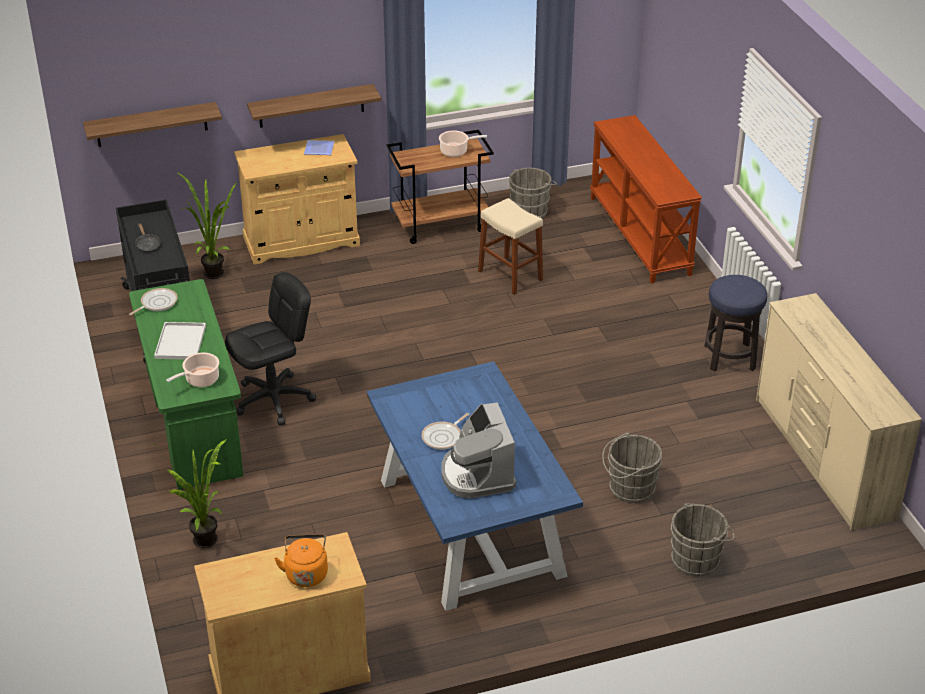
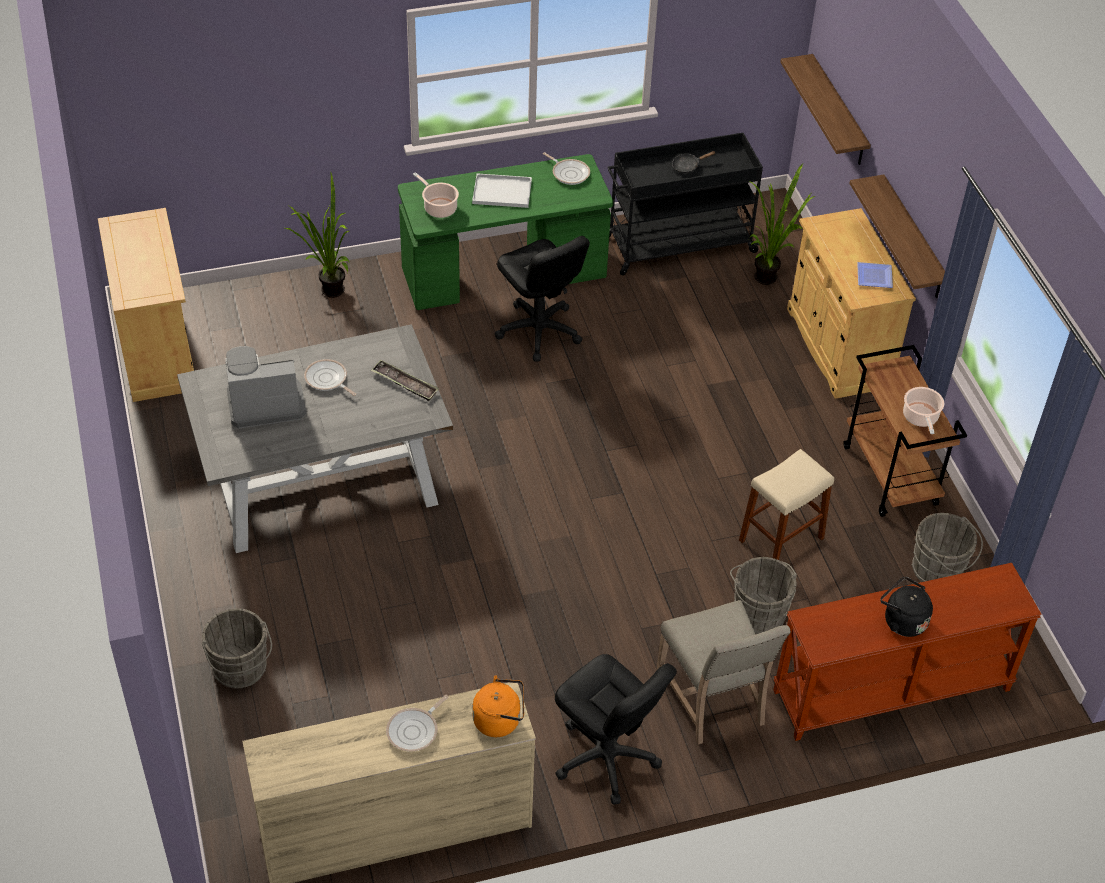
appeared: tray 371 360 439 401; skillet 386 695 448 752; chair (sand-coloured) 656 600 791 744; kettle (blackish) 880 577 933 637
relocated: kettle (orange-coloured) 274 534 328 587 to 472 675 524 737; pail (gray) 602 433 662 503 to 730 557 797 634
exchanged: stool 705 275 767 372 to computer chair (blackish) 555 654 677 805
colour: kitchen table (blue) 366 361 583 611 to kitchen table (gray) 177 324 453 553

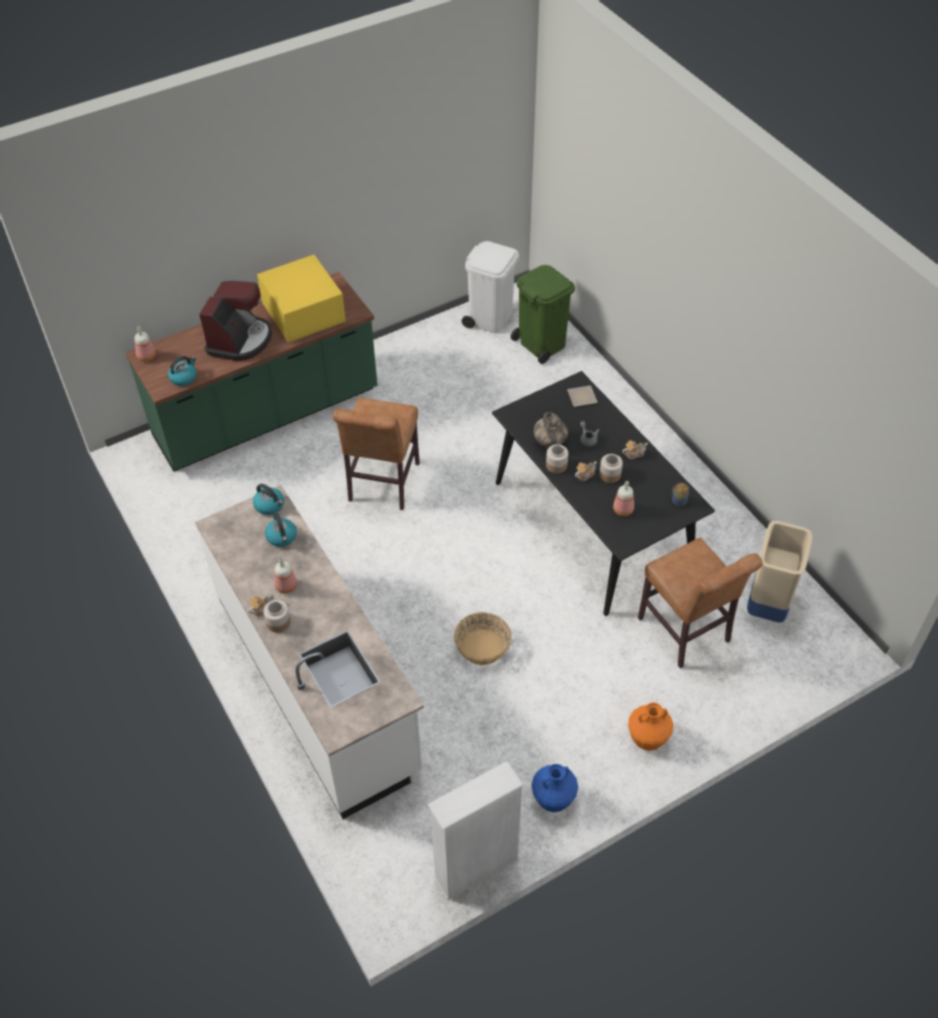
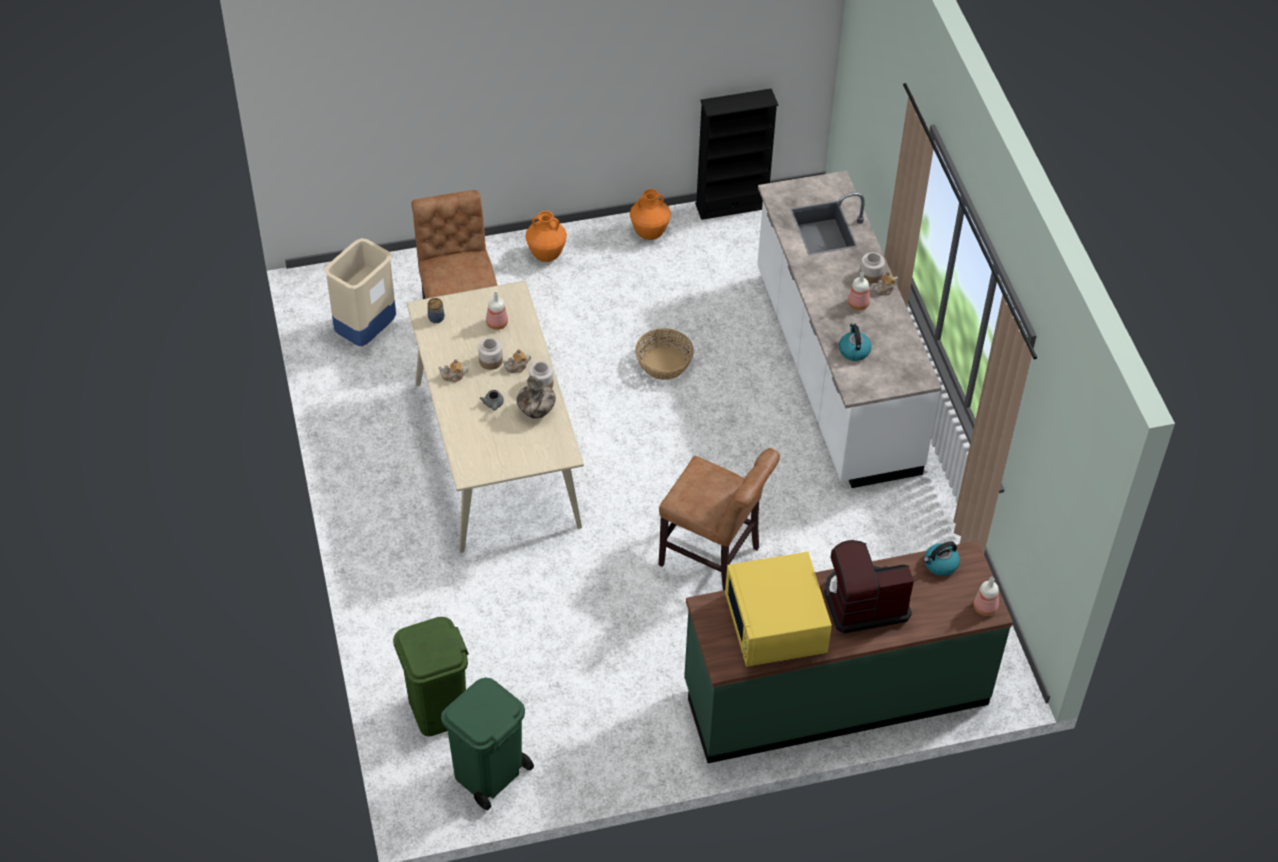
missing: kettle 253 484 284 515; flat dish 567 385 598 407
colour: kitchen table (blackish) 492 371 715 616 to kitchen table (sand-coloured) 407 281 584 553; rubbish bin (white) 462 241 519 333 to rubbish bin (greenish) 441 678 534 810; decorative vase (blue) 532 764 578 812 to decorative vase (orange-coloured) 630 189 671 240; bookshelf (white) 428 761 523 900 to bookshelf (blackish) 695 88 778 220
spun: chair (brown) 333 398 420 510 = 659 448 780 590 90 degrees clockwise; coffee brewer 199 281 272 361 = 824 540 914 634 45 degrees clockwise

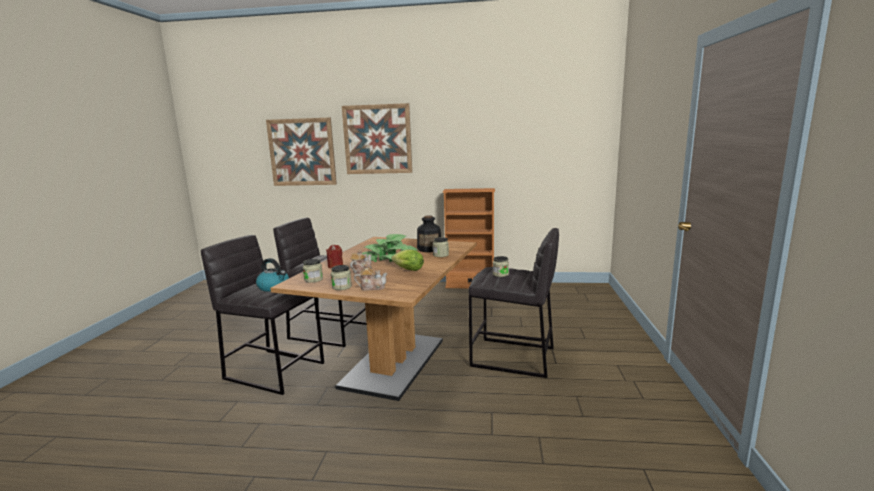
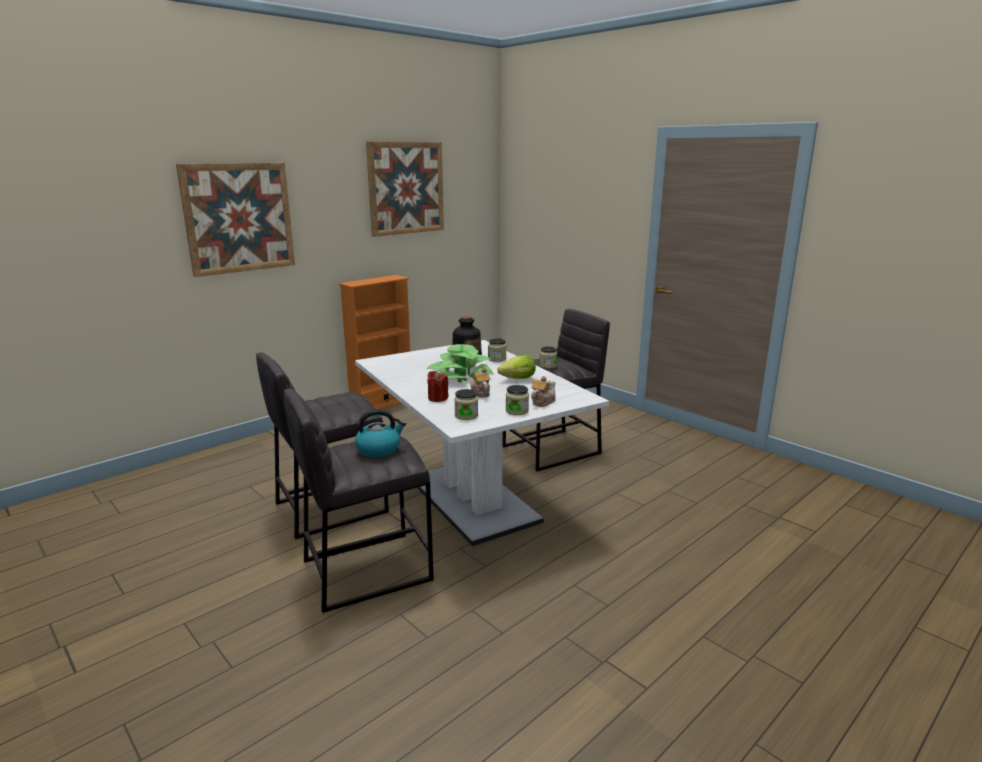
relocated: wall art 266 118 337 186 to 366 141 444 237
colour: kitchen table (brown) 270 237 476 401 to kitchen table (white) 355 340 609 546

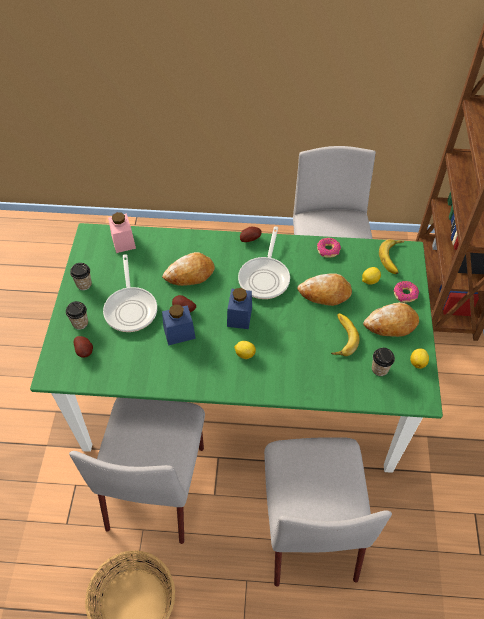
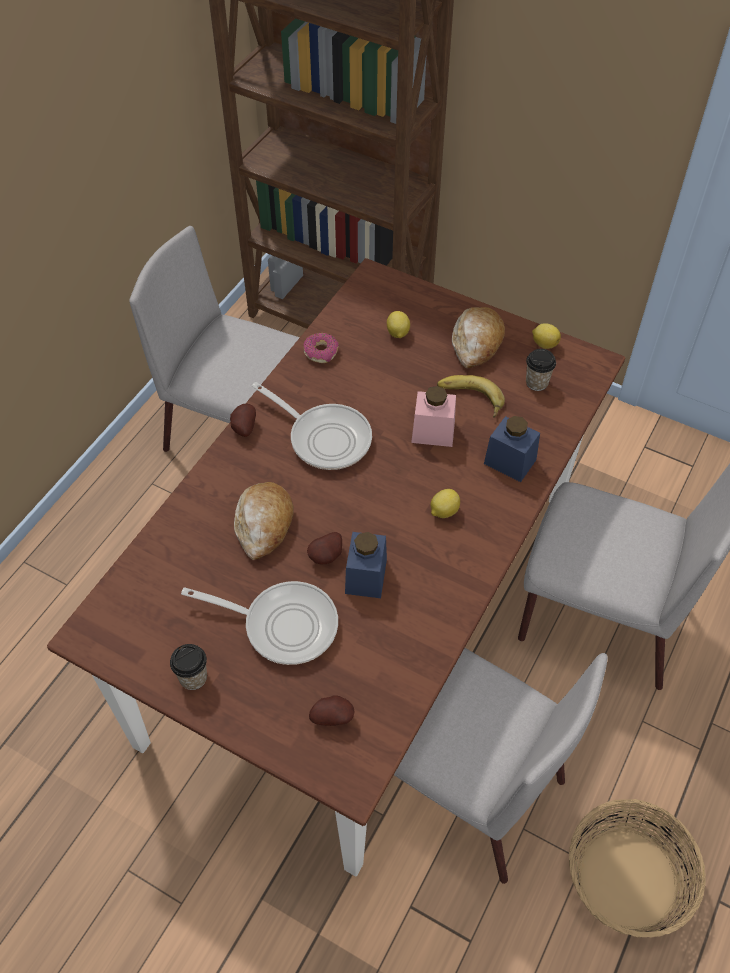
missing: cup 66 301 88 330; bakery bread 297 273 352 306; banana fruit 379 239 405 274; ring doughnut 393 281 419 302
relocated: jar (pink) 108 212 136 253 to 411 386 456 447; jar (blue) 227 288 252 329 to 484 416 540 482
colour: kitchen table (greenish) 30 223 443 473 to kitchen table (brown) 47 258 625 877

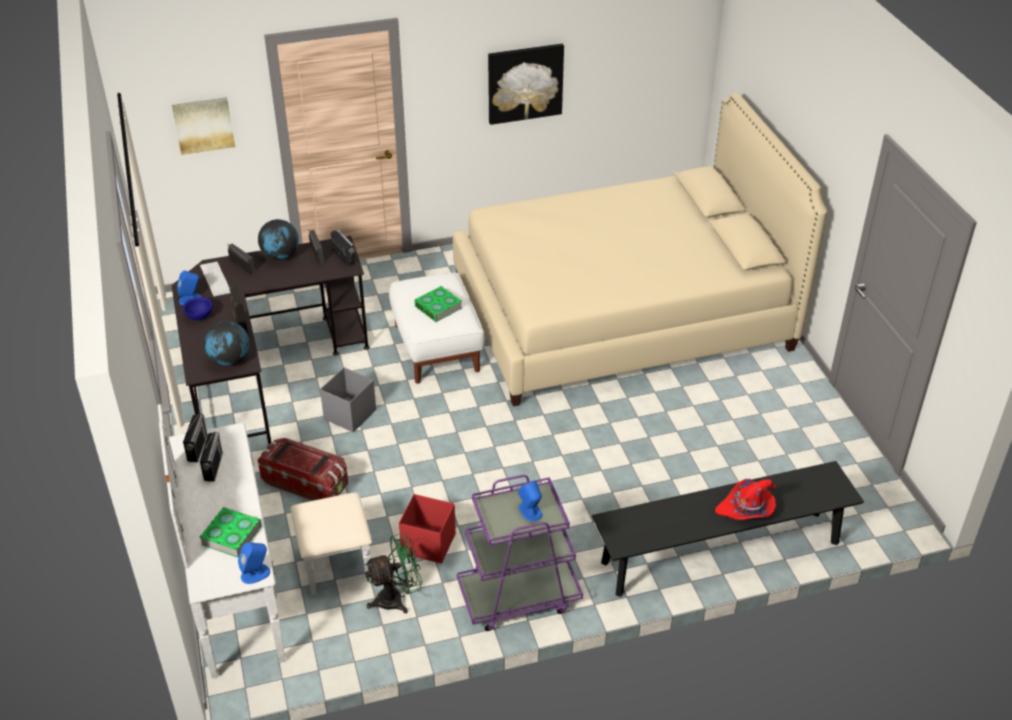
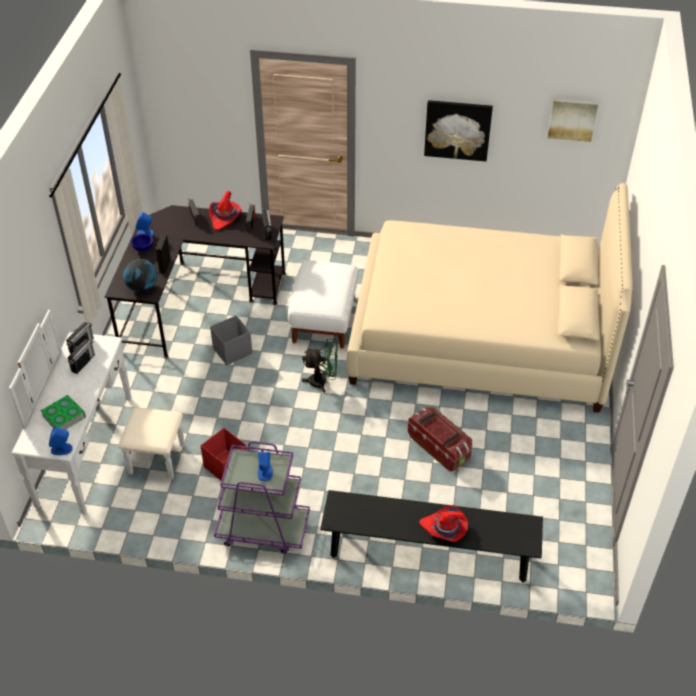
missing: PC keyboard 200 262 231 296; book 414 286 462 322
relocated: fan (greenish) 365 533 423 613 to 302 339 338 393; storage container 258 438 348 501 to 408 407 472 472; wall art 172 97 235 155 to 548 99 598 142
exchanged: desk globe 258 219 299 260 to wearable hat (red-coloured) 209 191 242 230

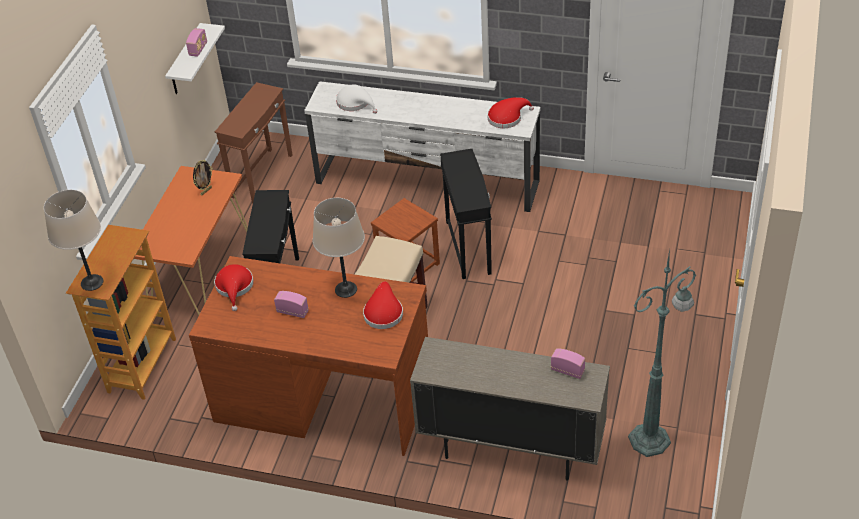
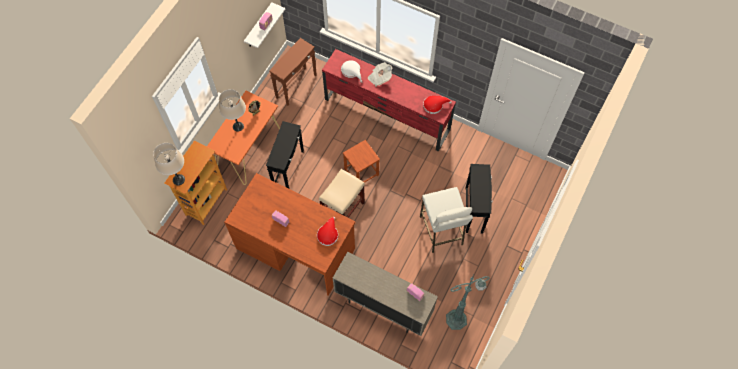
missing: wearable hat (red-coloured) 214 264 254 311
appeared: newspaper 368 62 393 86; stool (white) 420 187 473 253
relocated: tabletop lamp (sand-coloured) 313 198 365 298 to 219 89 246 132; accent table (blackish) 440 149 492 279 to 465 164 492 234
colour: tv stand (white) 304 81 540 212 to tv stand (red-coloured) 322 49 456 152

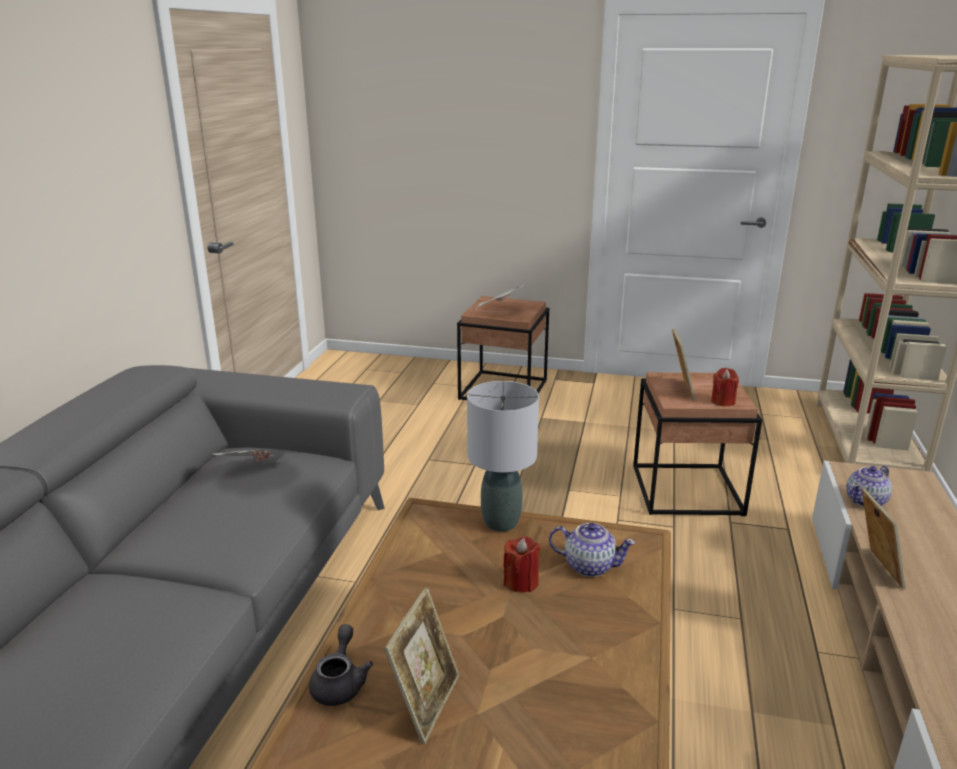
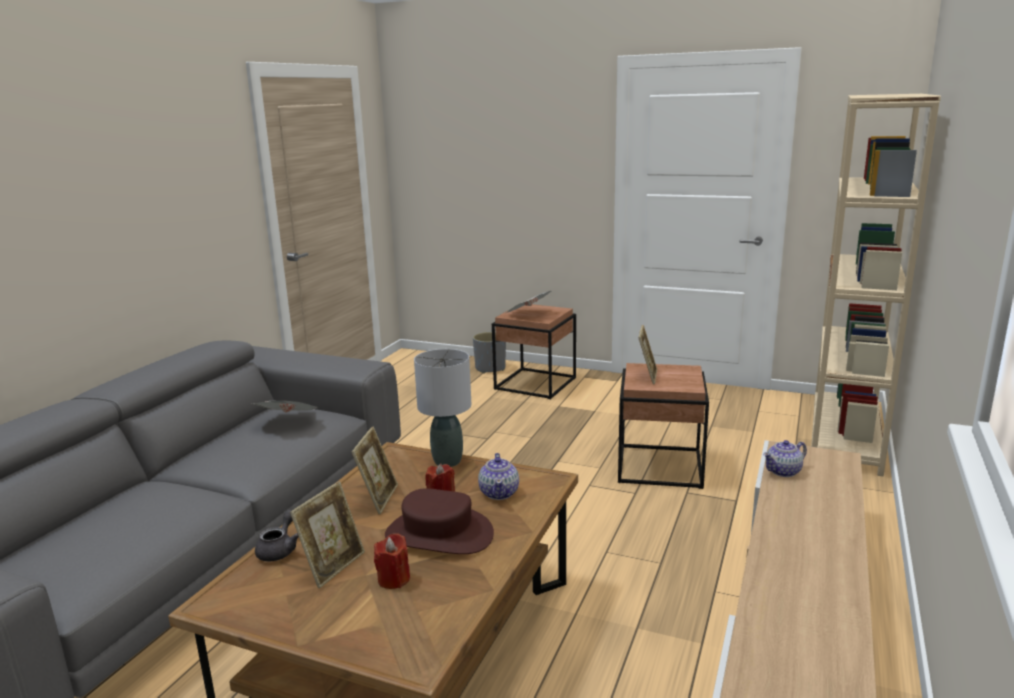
appeared: wearable hat (brown) 385 488 494 554; plant pot (gray) 473 332 506 374
relocated: picture frame 861 488 906 589 to 352 427 398 514; wax light (red-coloured) 711 368 739 406 to 374 533 410 589
spun: pot for tea 549 523 636 577 = 478 453 519 500 60 degrees clockwise

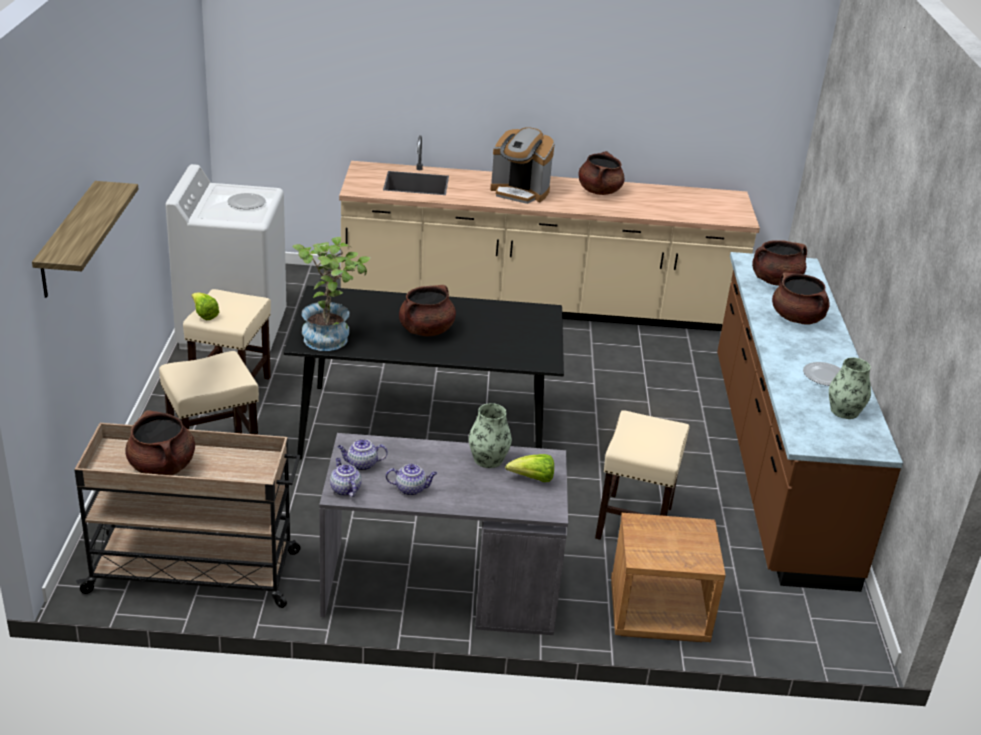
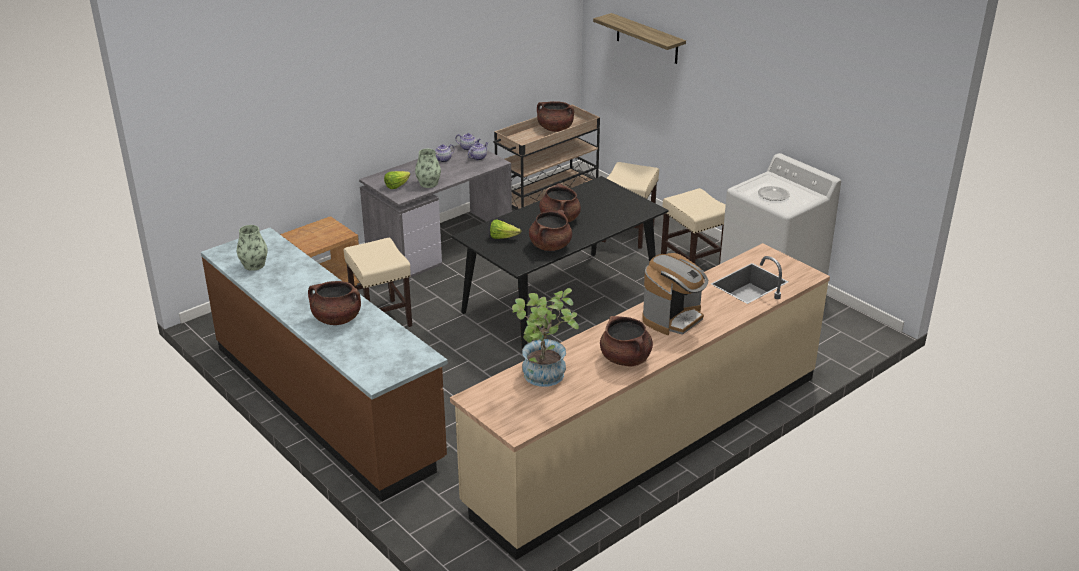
missing: flat dish 803 362 841 386
relocated: lettuce head 191 293 219 320 to 490 219 521 239; houseplant 292 237 370 351 to 512 288 579 387; cooking pot (brown) 752 240 807 286 to 529 210 572 251
spun: coffee brewer 490 127 555 204 = 642 253 708 335 150 degrees clockwise

